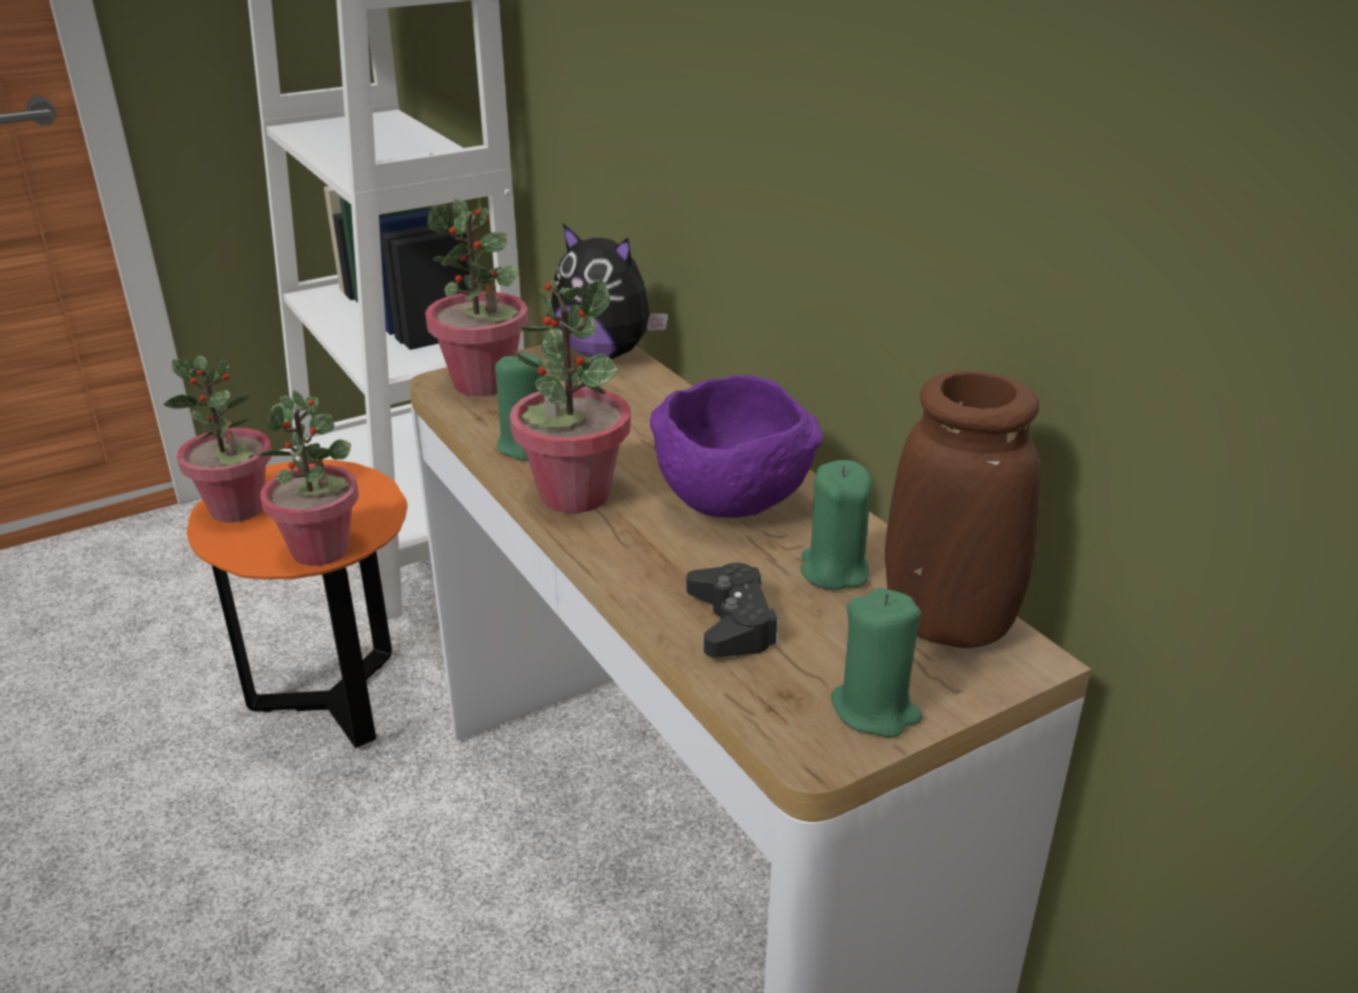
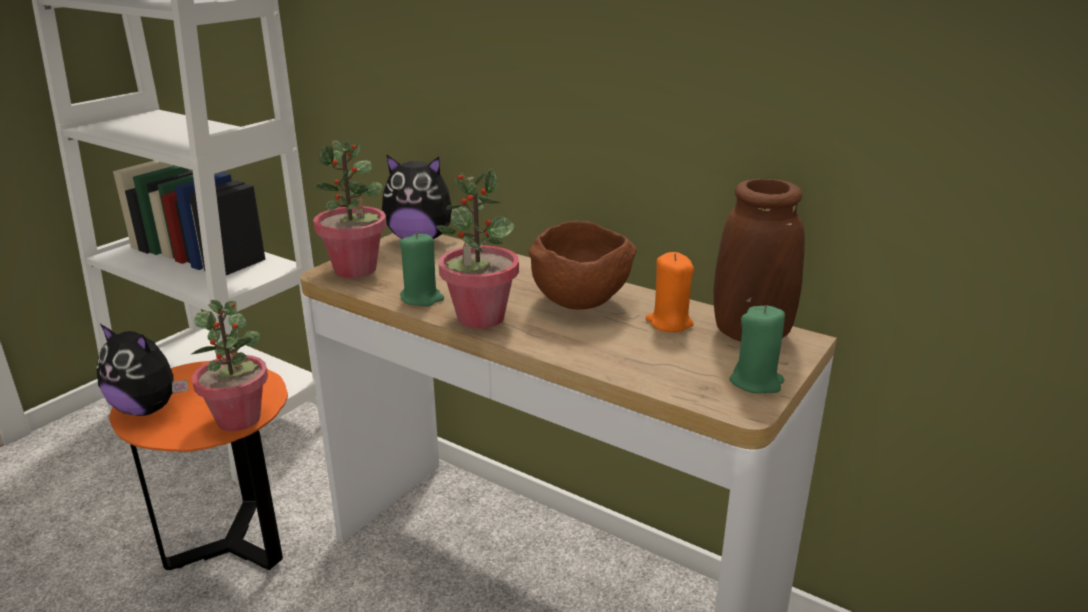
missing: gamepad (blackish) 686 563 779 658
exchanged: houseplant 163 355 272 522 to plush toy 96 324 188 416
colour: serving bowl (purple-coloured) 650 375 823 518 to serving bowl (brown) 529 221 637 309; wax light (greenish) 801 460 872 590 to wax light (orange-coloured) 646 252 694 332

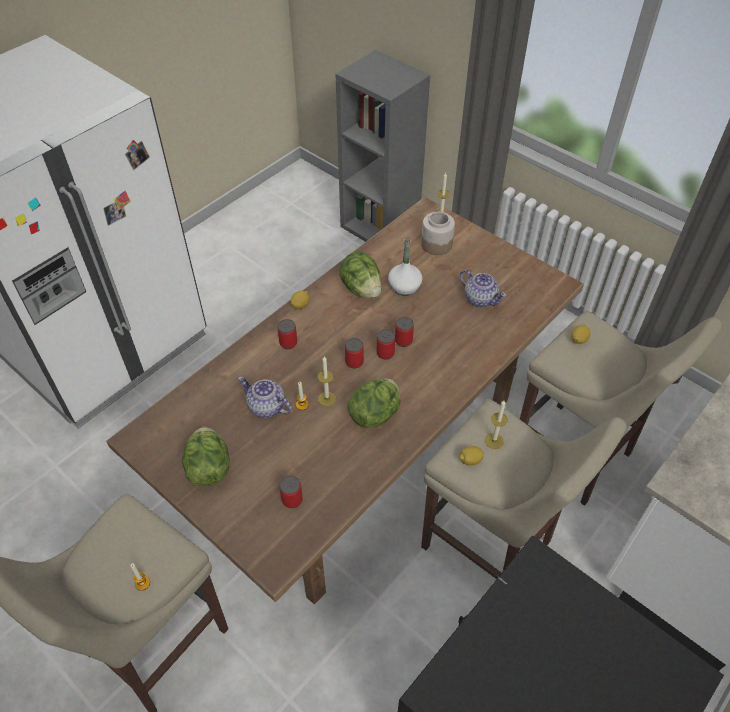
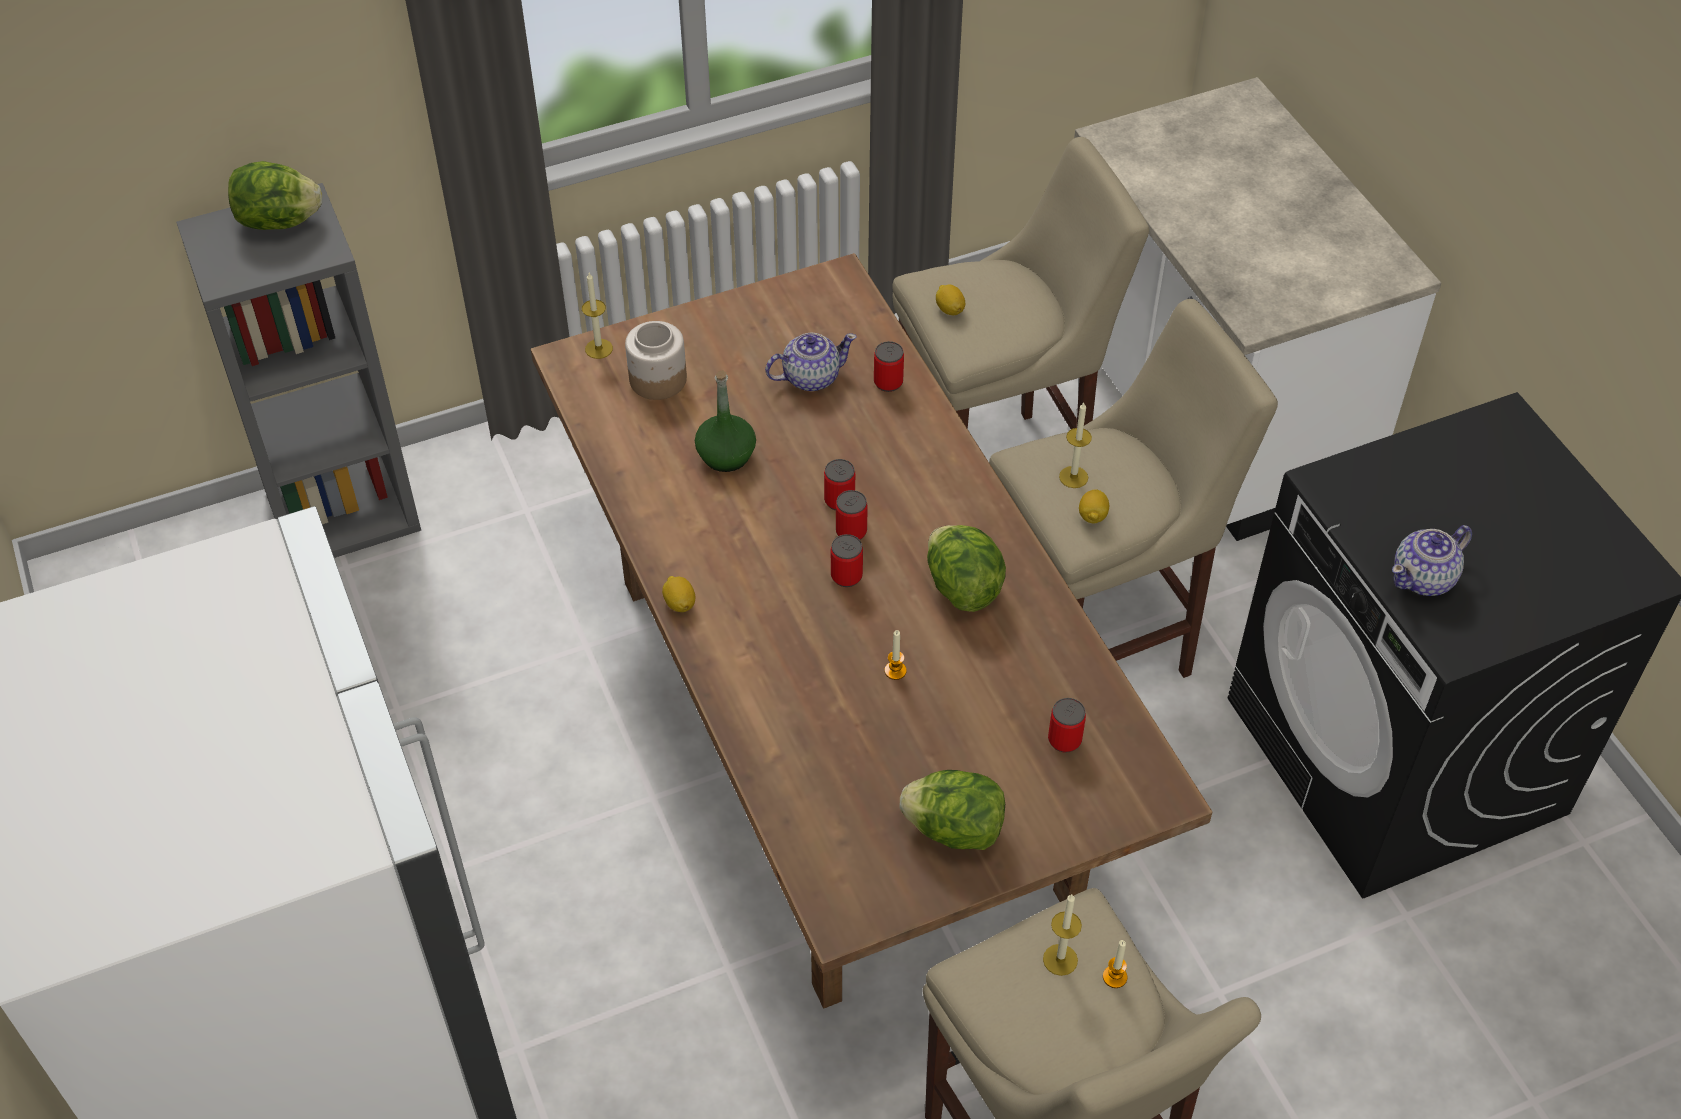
relocated: lettuce head 339 251 382 298 to 228 161 322 230; metal can 278 319 297 349 to 874 341 904 392; wax light 318 356 336 406 to 1043 894 1082 976; pot for tea 238 376 292 418 to 1392 525 1472 596
colour: drink bottle (white) 388 237 422 296 to drink bottle (greenish) 695 370 756 472

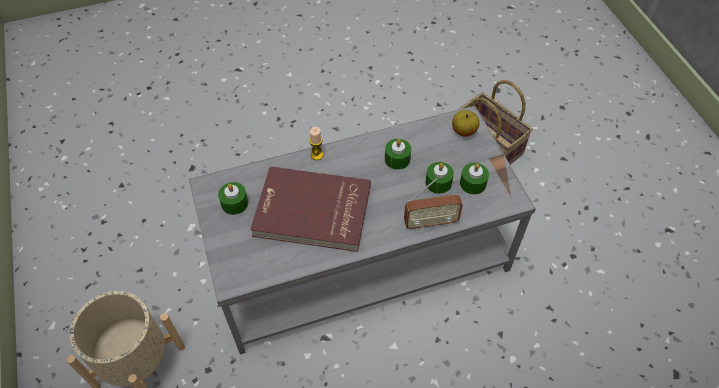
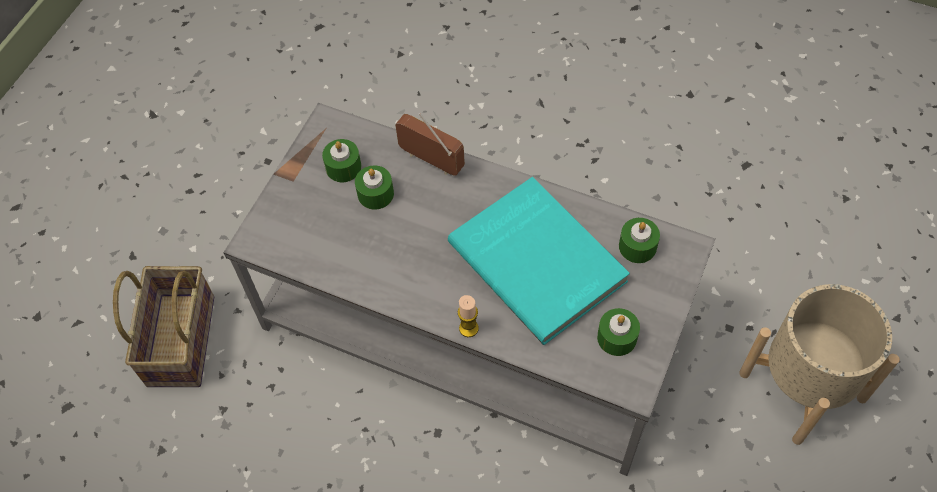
missing: whole apple 452 110 479 137
relocated: wax light (greenish) 385 139 411 170 to 619 218 660 263
colour: book (red-coloured) 250 167 371 252 to book (blue-green) 448 177 630 345

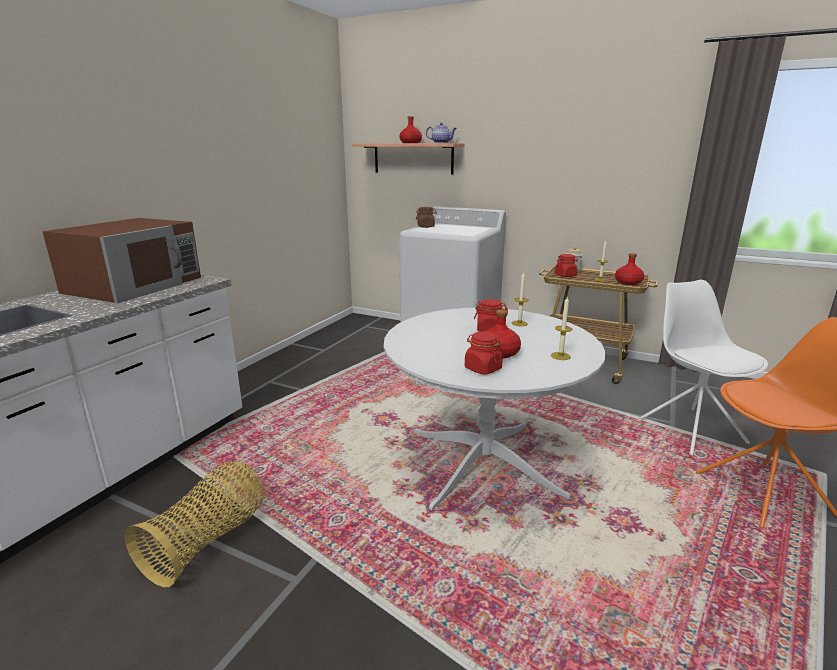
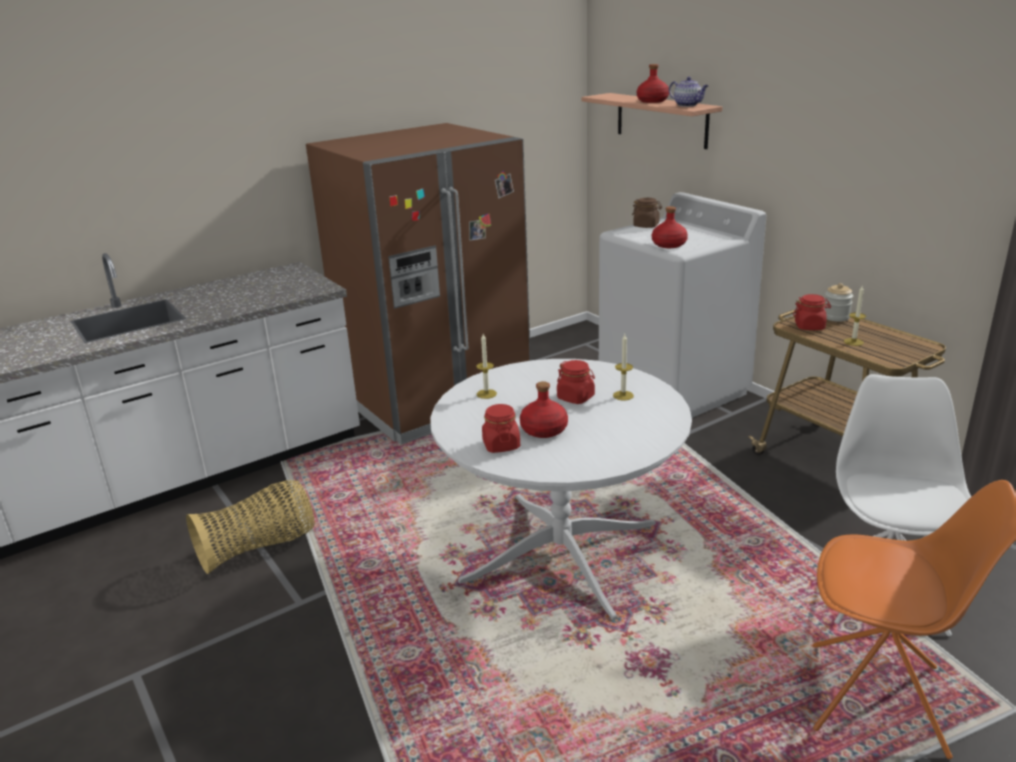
missing: kitchen microwave (brown) 42 218 201 303
appeared: refrigerator (brown) 306 123 531 445
relocated: wax light 551 297 572 360 to 476 334 497 399; drink bottle (red-coloured) 615 253 644 285 to 652 206 688 248

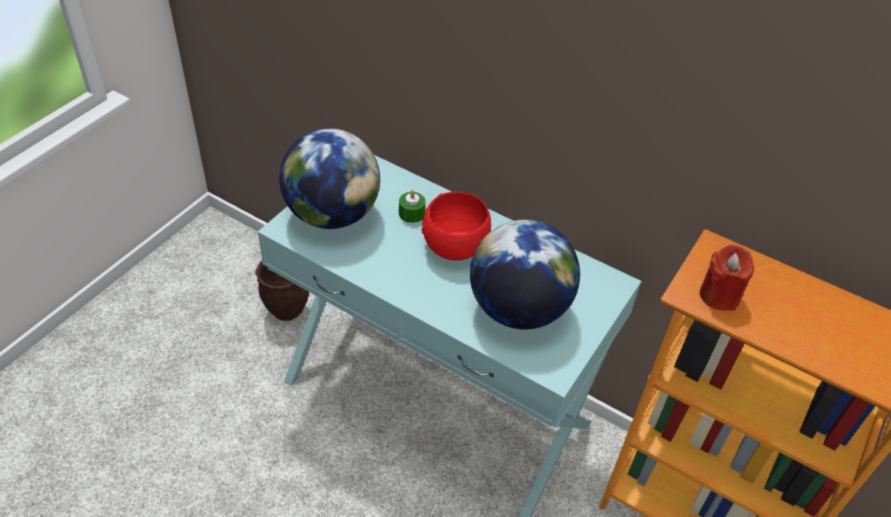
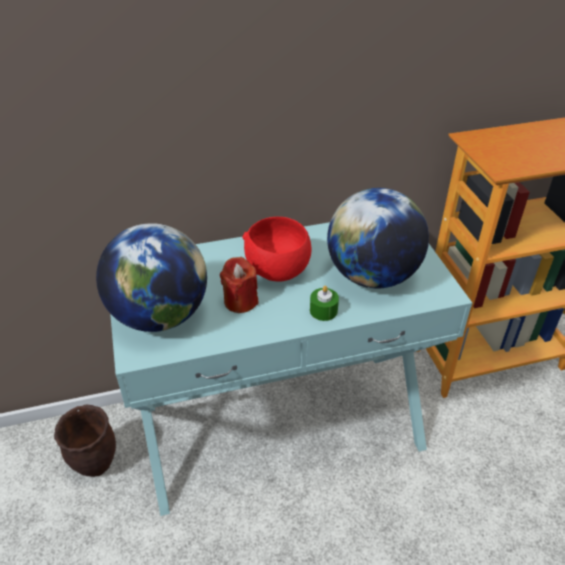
relocated: wax light (red-coloured) 700 245 754 311 to 220 257 258 313; wax light (greenish) 399 190 426 223 to 310 286 339 321

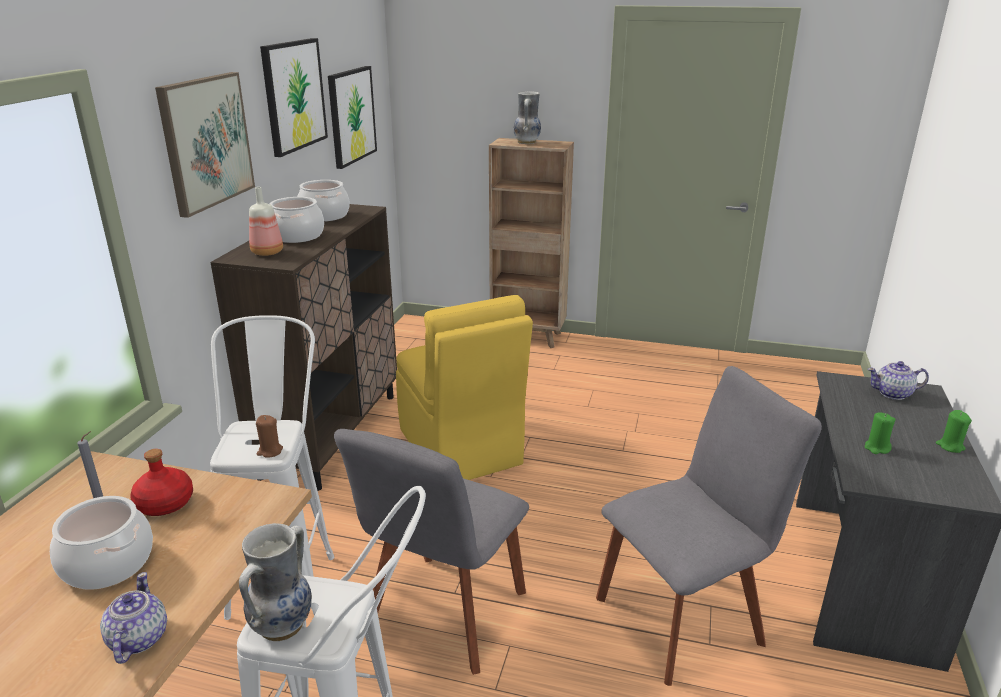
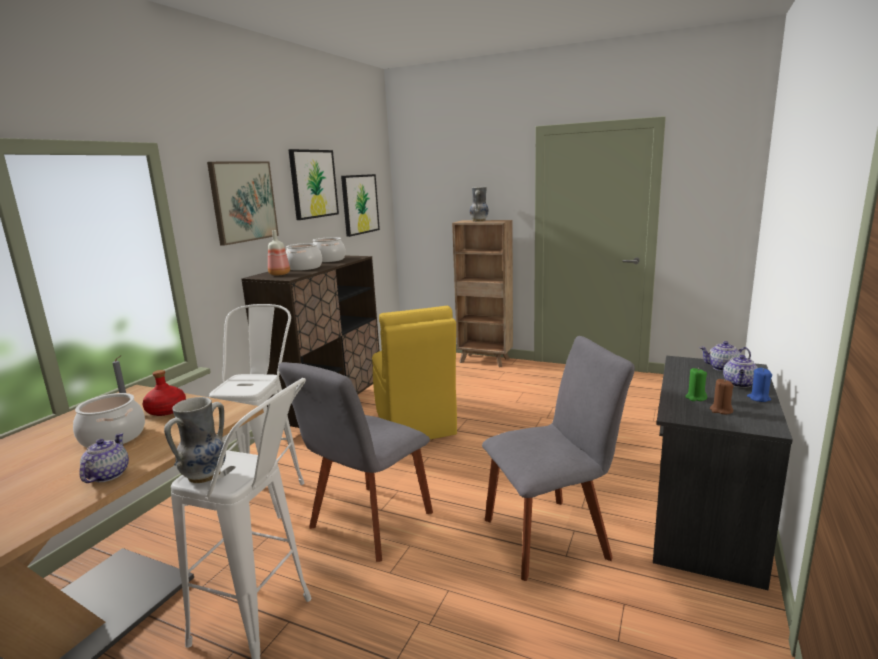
appeared: pot for tea 723 355 758 388
relocated: wax light (brown) 256 415 283 458 to 710 379 734 414
colour: wax light (greenish) 936 410 972 453 to wax light (blue) 747 368 772 402

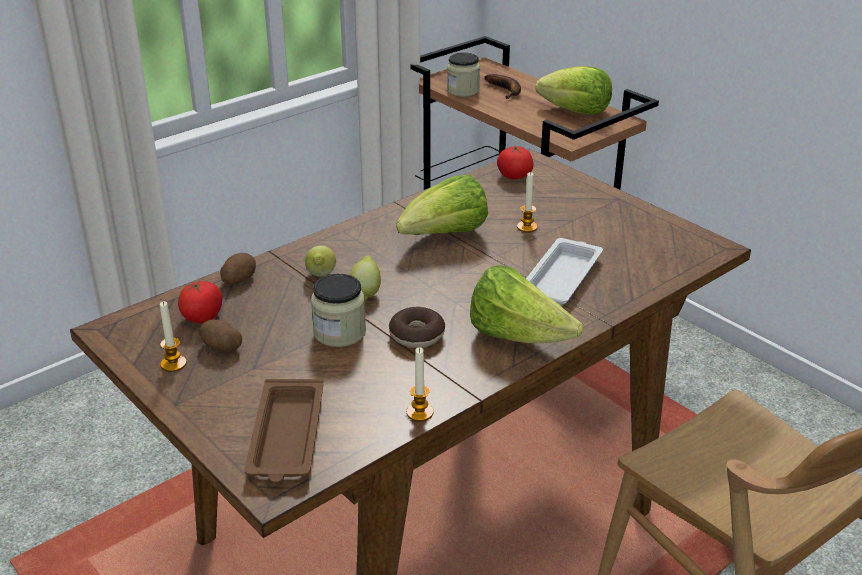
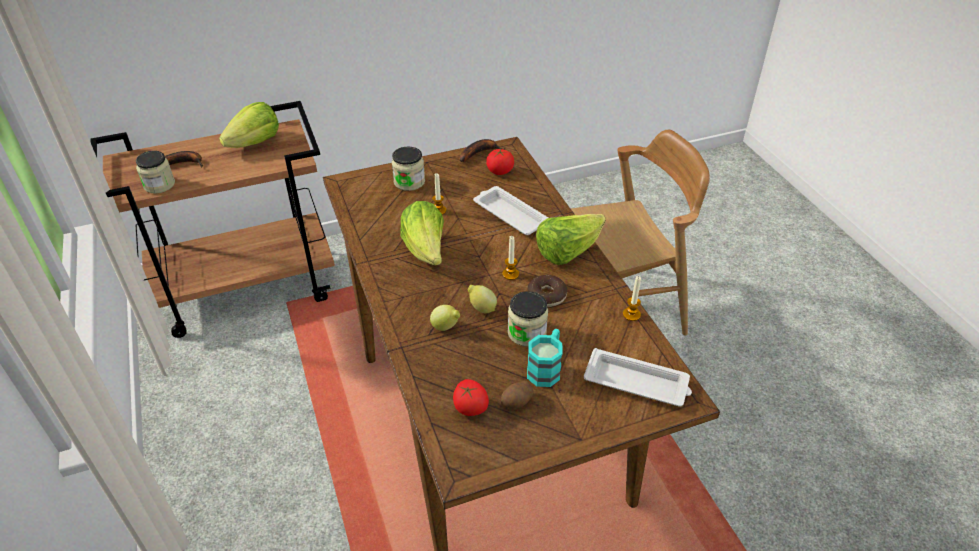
missing: whole potato 220 253 256 285
appeared: jar 392 147 425 191; banana fruit 460 139 506 162; tea mug (blue-green) 527 329 563 387
relocated: whole tomato 497 146 533 179 to 486 149 514 175; wax light 160 301 187 372 to 502 236 519 280
colour: tray (brown) 244 379 324 483 to tray (white) 584 348 692 407

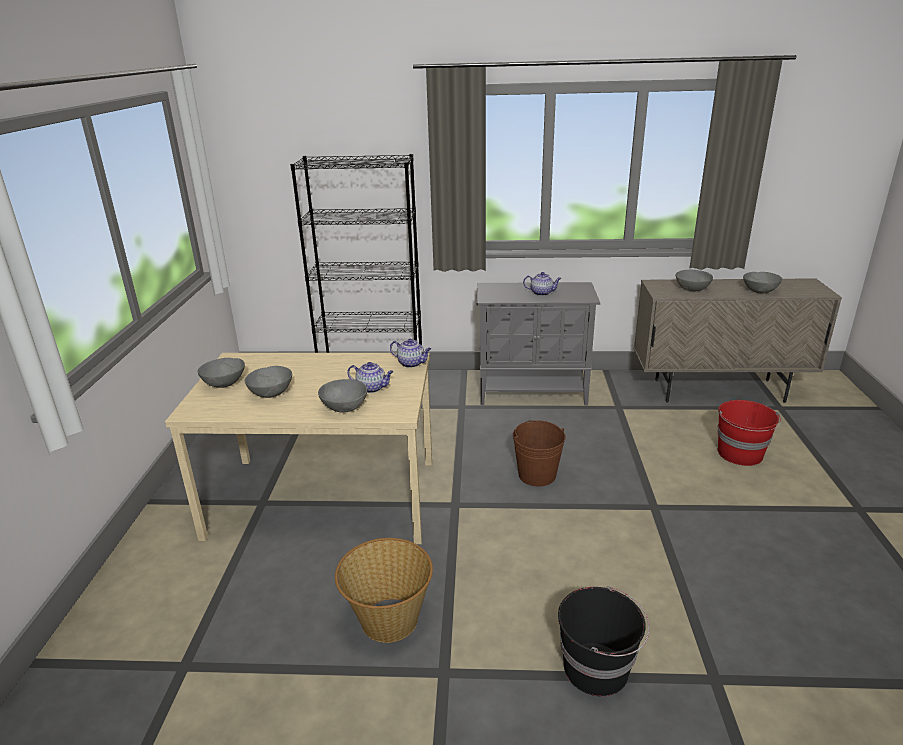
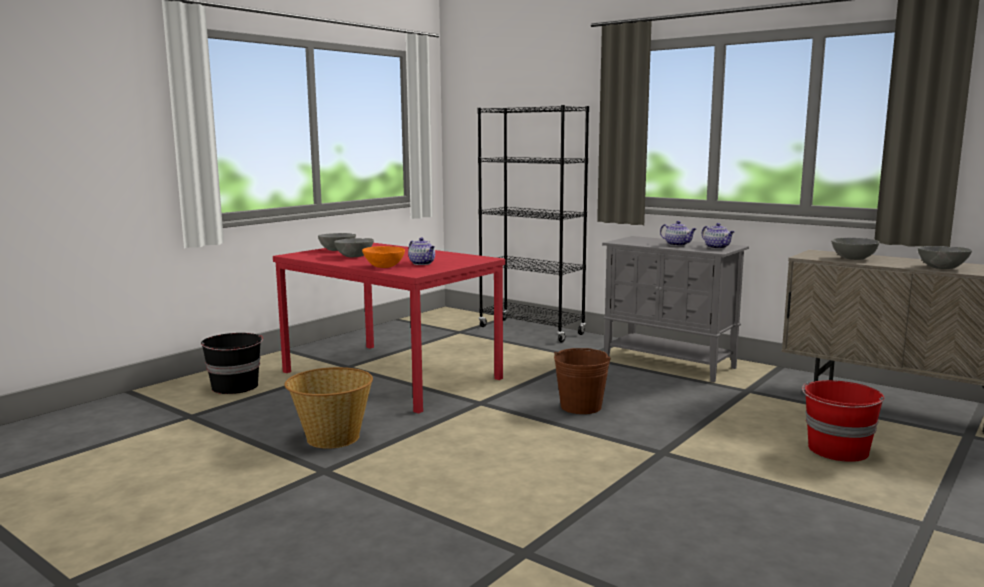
relocated: pail (blackish) 558 586 650 696 to 201 333 263 394; pot for tea 390 339 431 368 to 702 223 734 249
colour: kitchen table (sand-coloured) 165 353 432 544 to kitchen table (red-coloured) 273 243 505 414; serving bowl (gray) 318 379 367 413 to serving bowl (orange-coloured) 362 246 405 268

